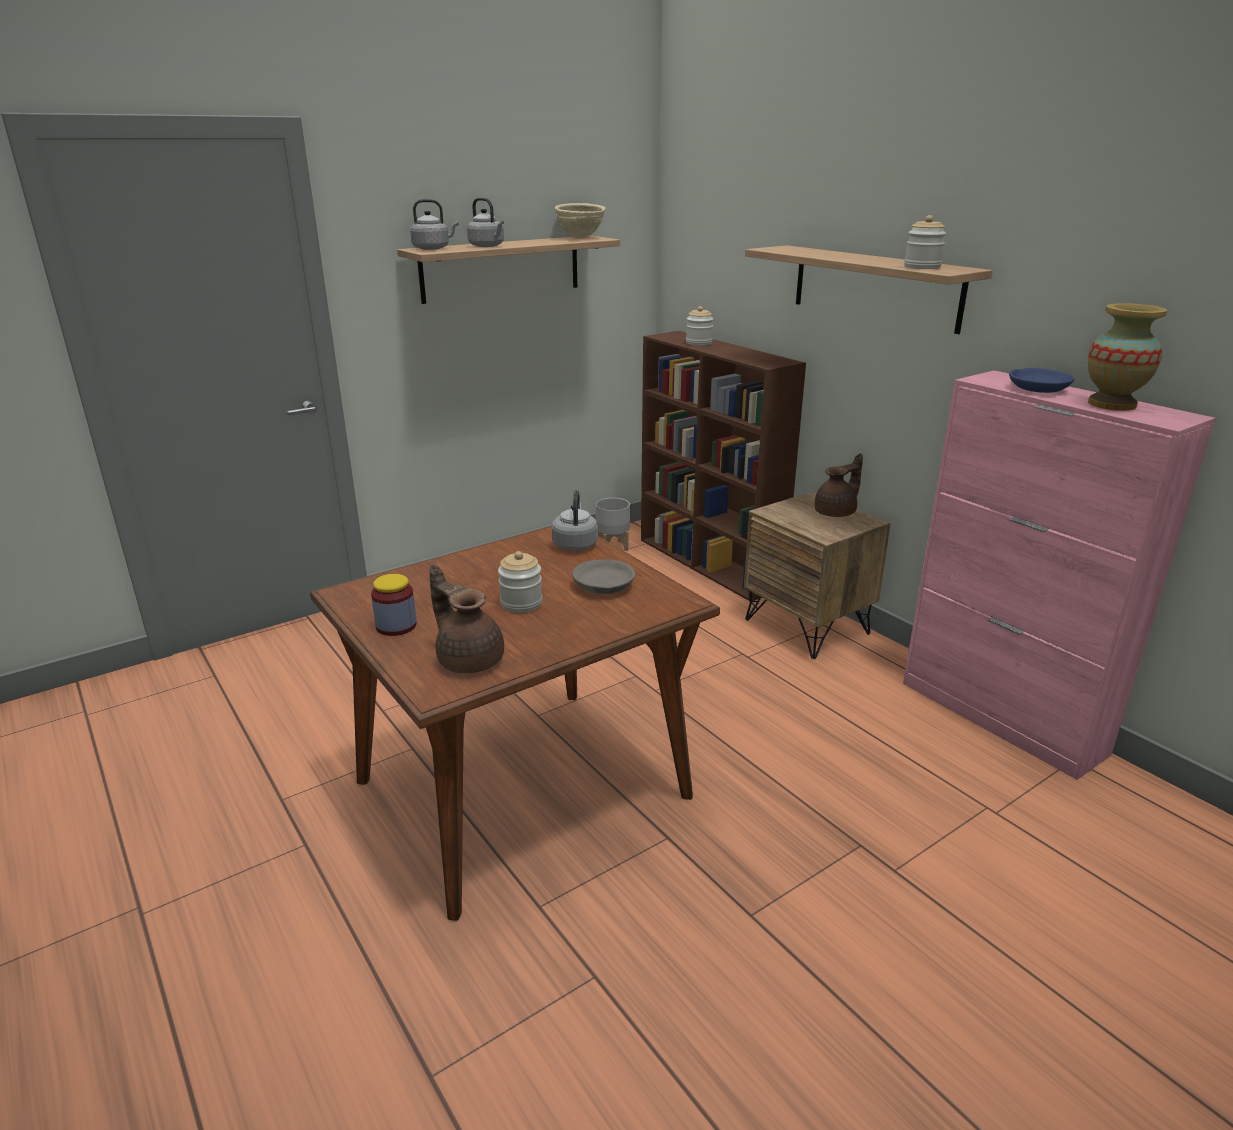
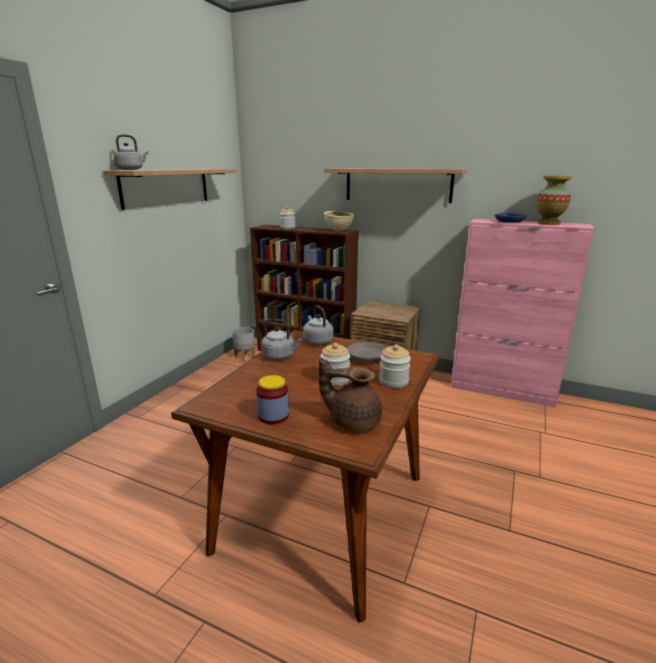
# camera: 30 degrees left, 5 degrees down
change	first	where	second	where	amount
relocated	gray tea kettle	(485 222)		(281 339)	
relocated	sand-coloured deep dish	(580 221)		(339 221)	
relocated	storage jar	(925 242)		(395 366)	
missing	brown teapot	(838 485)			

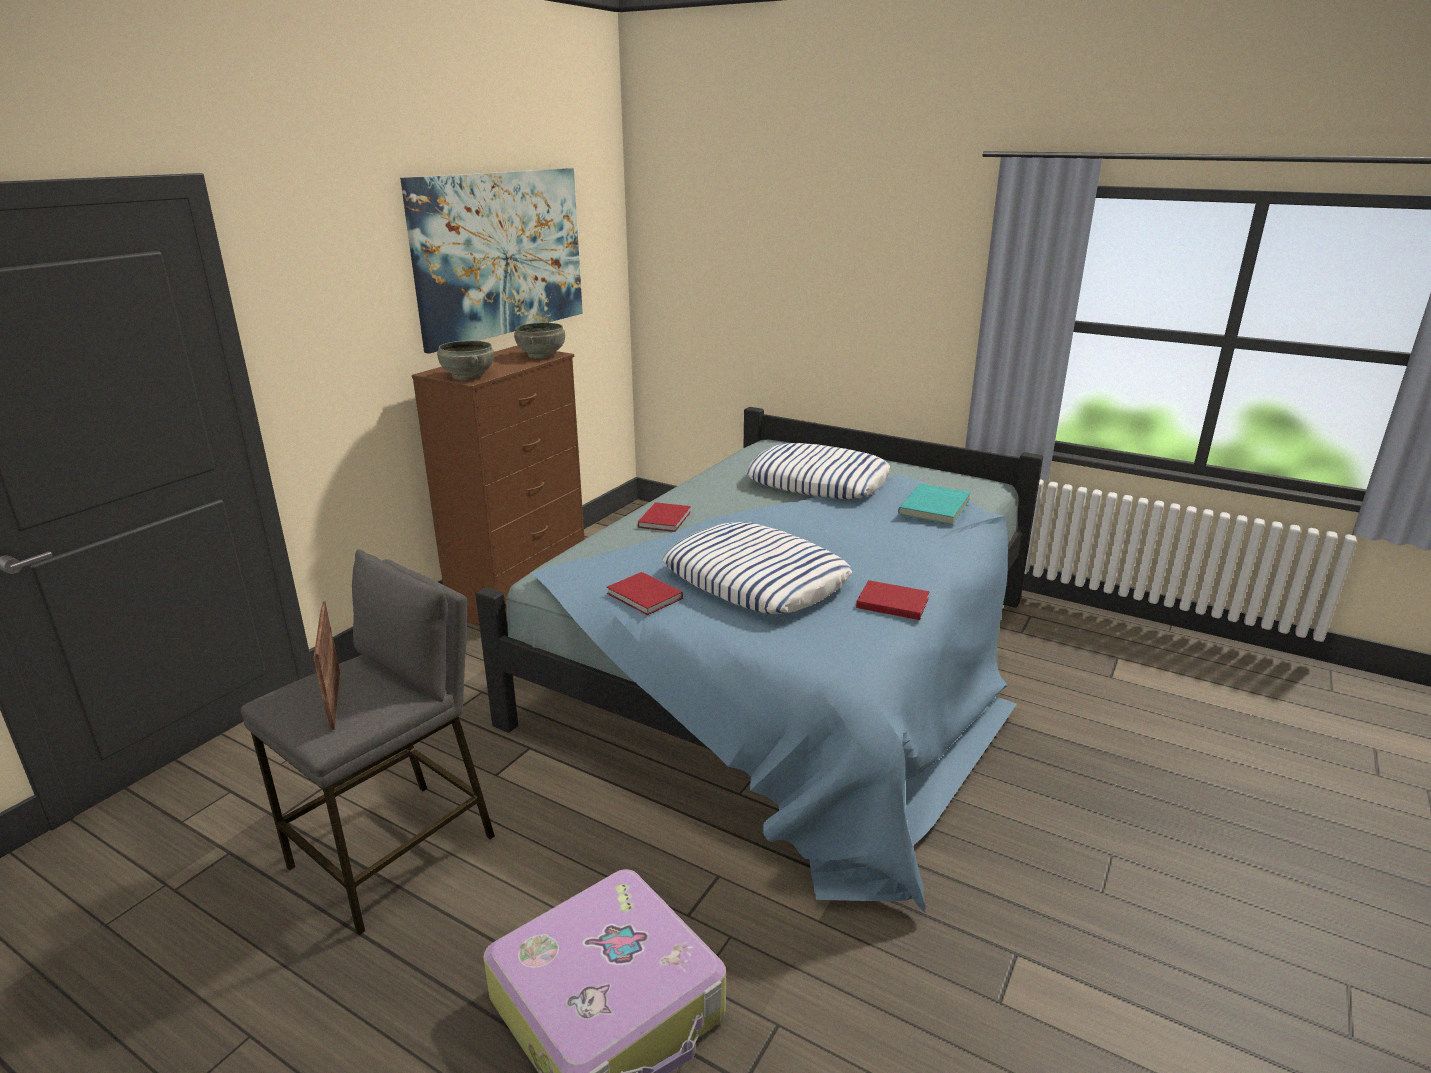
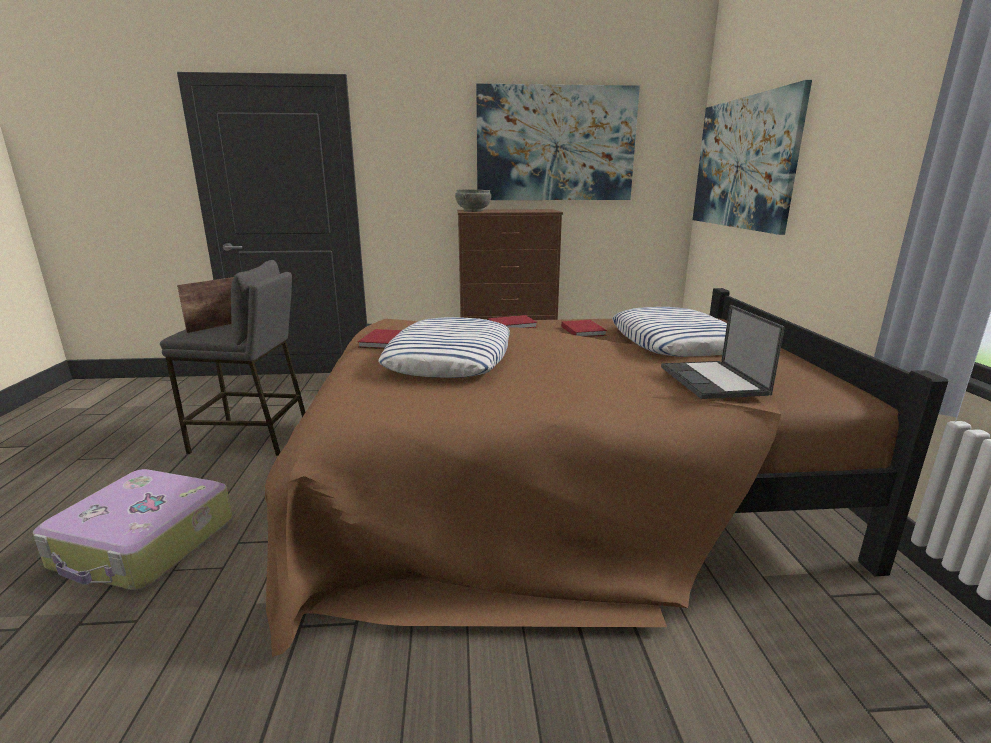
# camera: 55 degrees right, 5 degrees down
change	first	where	second	where	amount
missing	gray deep dish	(539 341)			
colour	blue bed	(759 659)	brown bed	(606 472)	
exchanged	turquoise book	(934 504)	laptop	(723 352)	
relocated	reddish book	(893 600)		(584 328)	
appeared			picture	(752 157)	

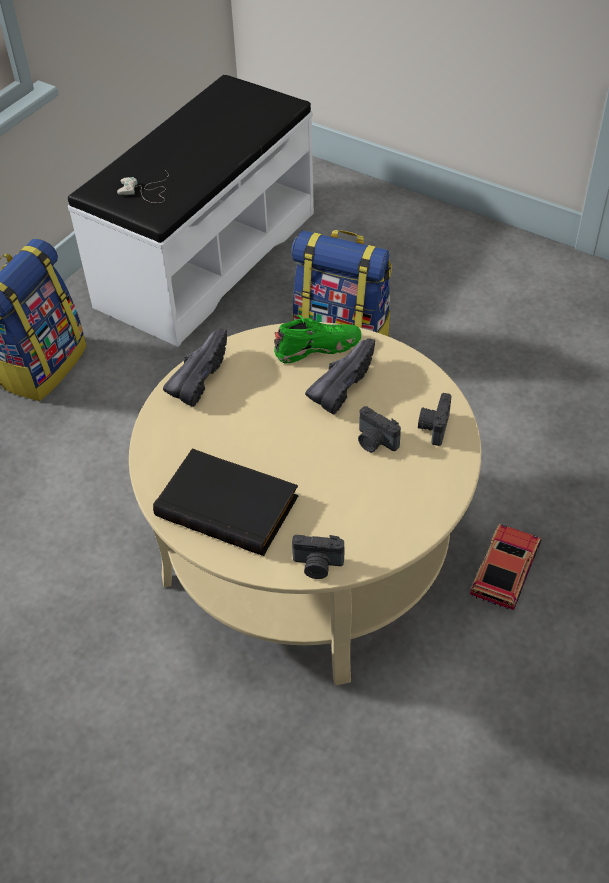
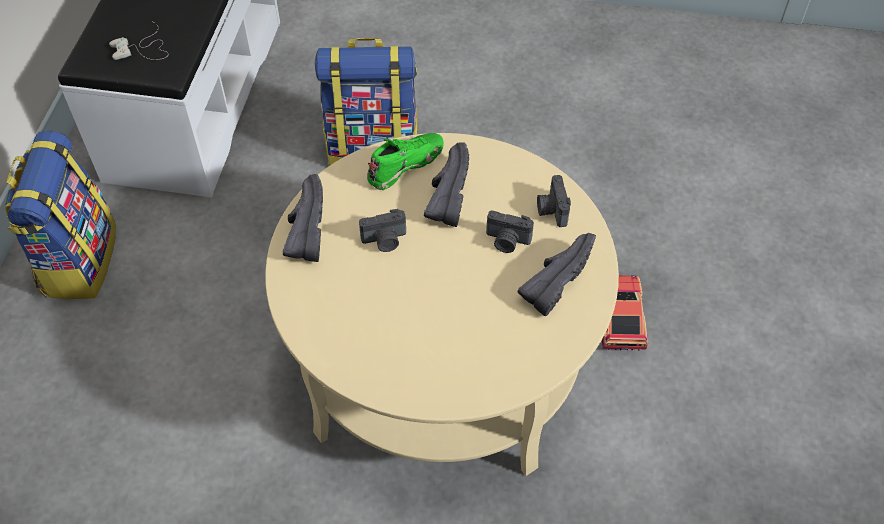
# camera: 25 degrees left, 5 degrees up
change	first	where	second	where	amount
missing	blackish book	(226 502)			
relocated	photo camera	(318 557)		(382 230)	
appeared			blackish shoe	(556 274)	

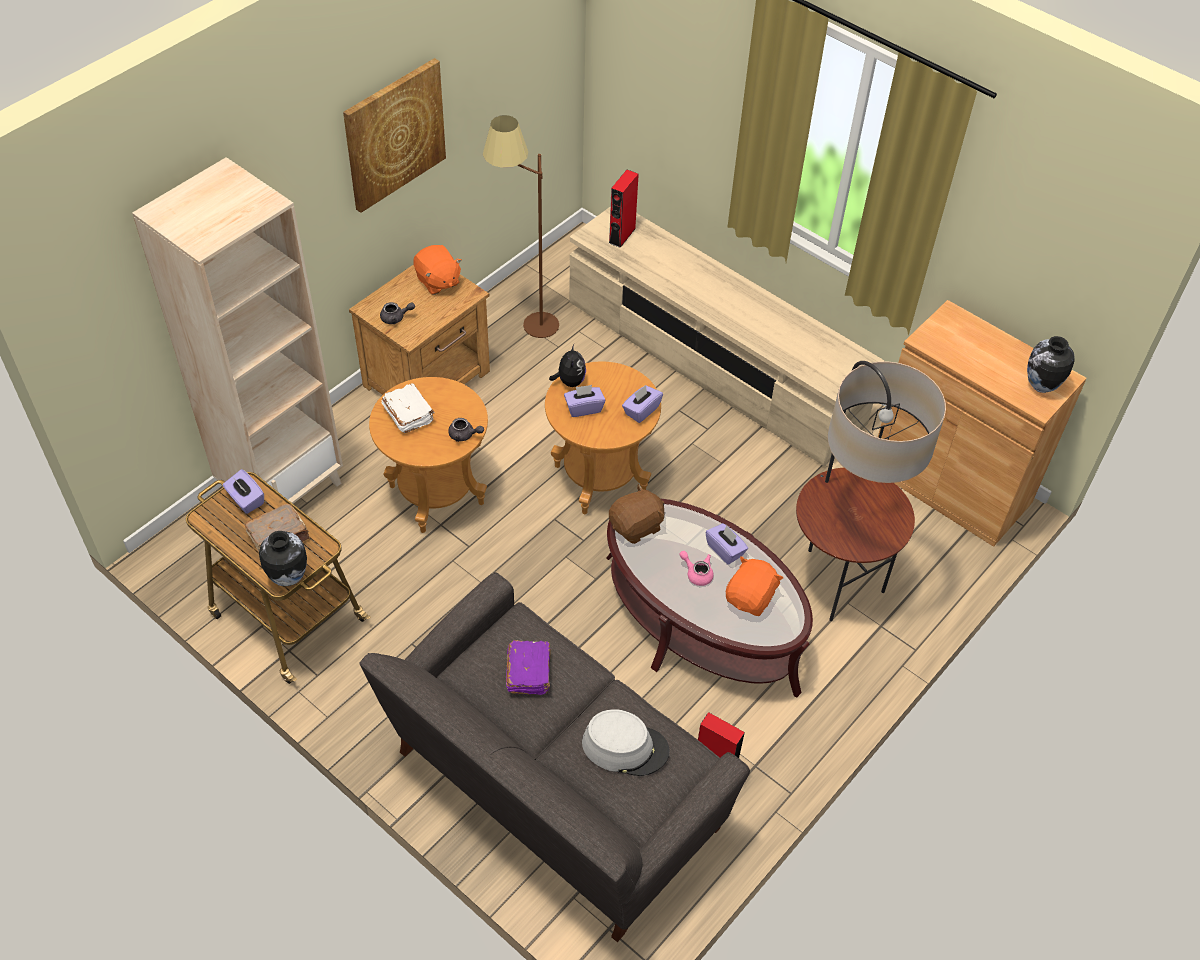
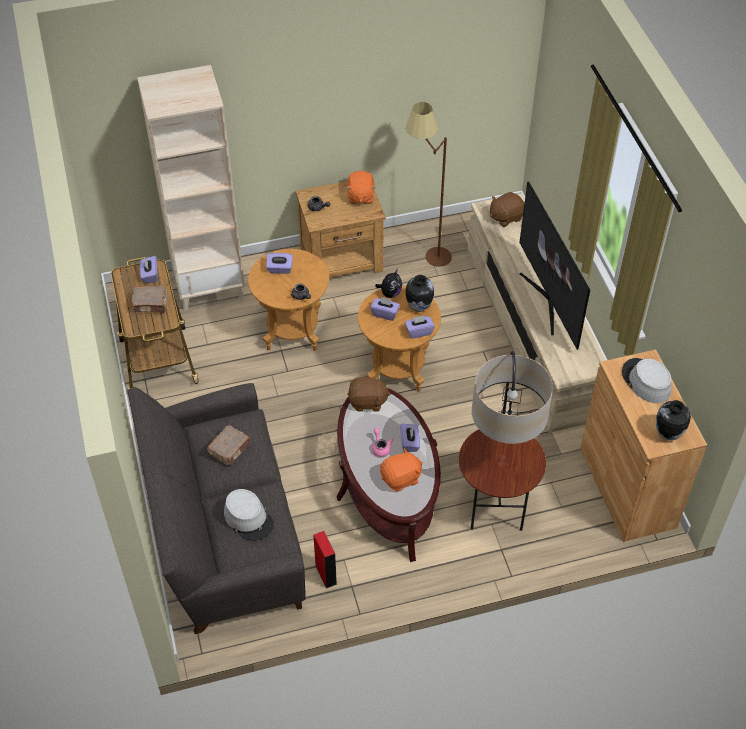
# camera: 35 degrees right, 0 degrees up
change	first	where	second	where	amount
missing	picture	(394 135)			
exchanged	reddish audio speaker	(624 209)	brown soft toy	(507 209)	
exchanged	white-coloured book	(408 408)	purple box of tissues	(279 263)	
relocated	vase	(283 558)		(420 293)	
colour	purple book	(528 667)	brown book	(229 445)	
appeared			TV set	(554 266)	
appeared			gray hat	(647 380)	

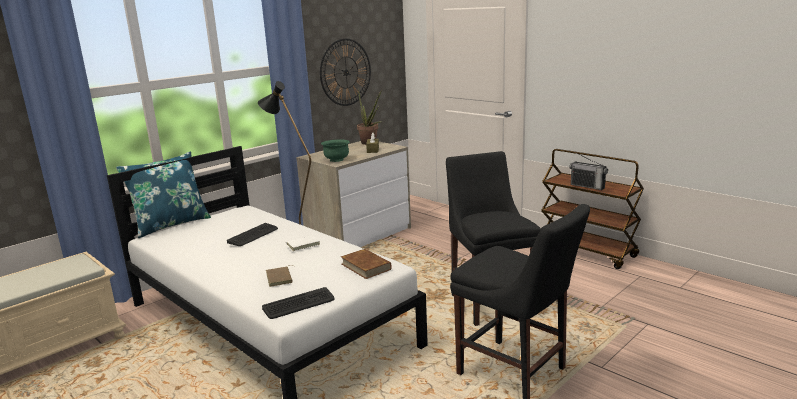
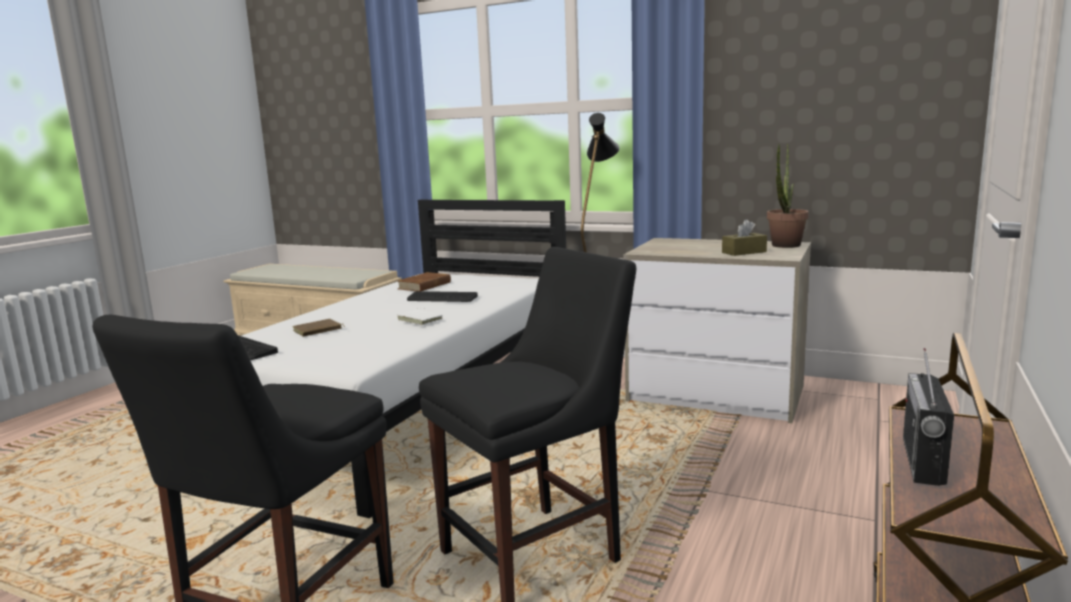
# camera: 70 degrees right, 5 degrees down
change	first	where	second	where	amount
missing	clock on the wall	(345 72)			
missing	green-coloured deep dish	(335 150)			
missing	blue throw pillow	(163 195)			
relocated	brown book	(366 264)		(424 281)	

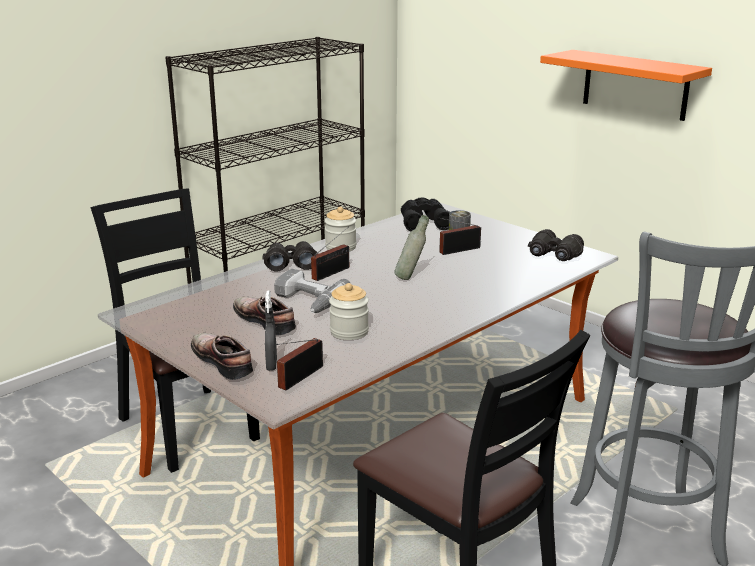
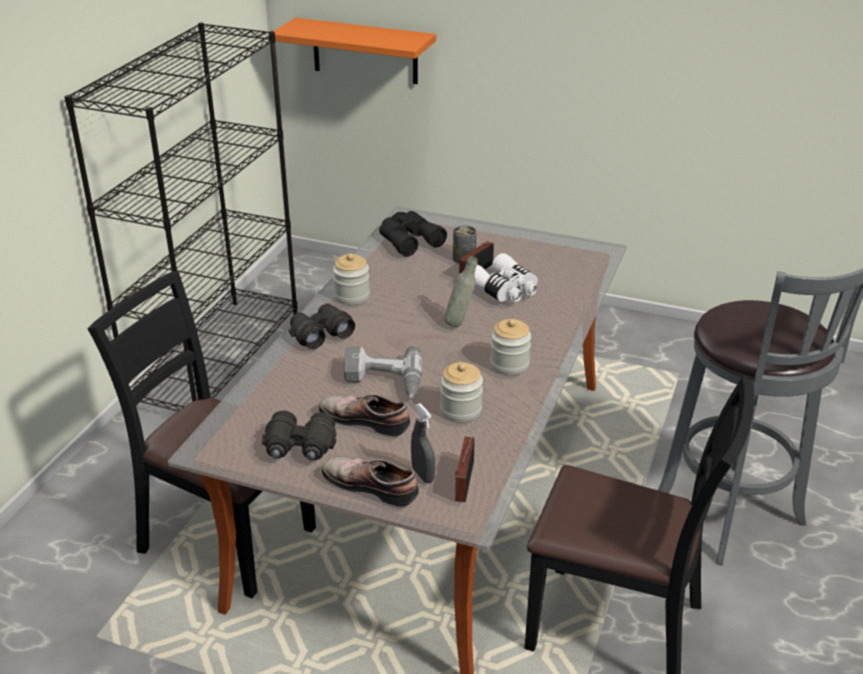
# camera: 25 degrees left, 10 degrees up
change	first	where	second	where	amount
relocated	orange shelf	(626 85)		(355 51)	
missing	radio set	(330 253)			
relocated	blackish binoculars	(556 245)		(299 435)	
appeared			white-coloured binoculars	(506 277)	
appeared			storage jar	(510 347)	

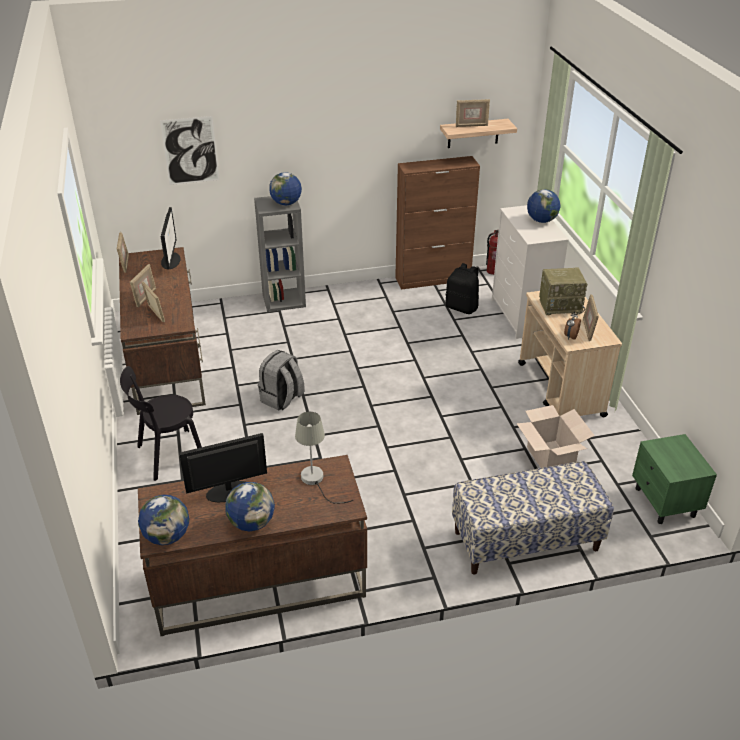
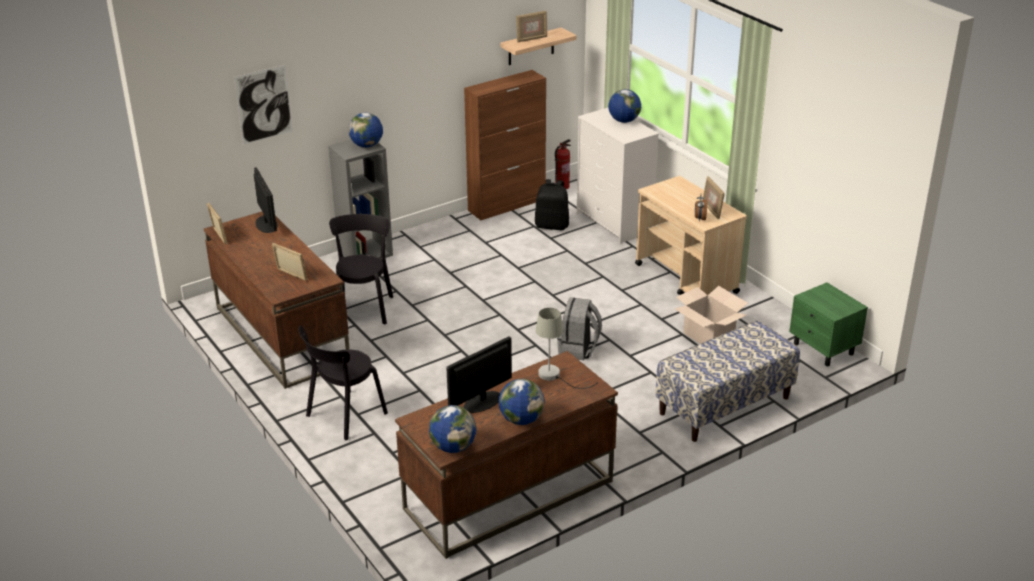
# camera: 20 degrees left, 5 degrees down
change	first	where	second	where	amount
missing	standing frame	(143 285)			
missing	radio set	(563 292)			
relocated	gray rucksack	(281 380)		(579 328)	
appeared			blackish upright chair	(361 269)	

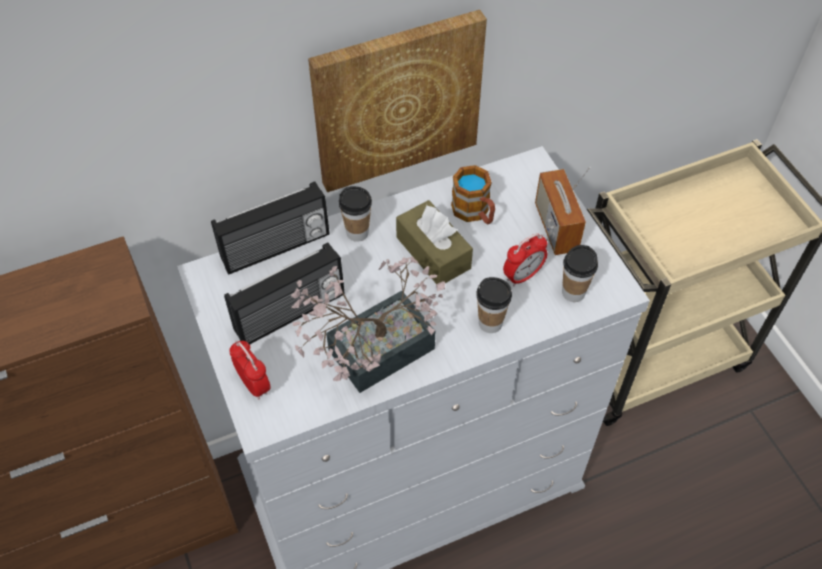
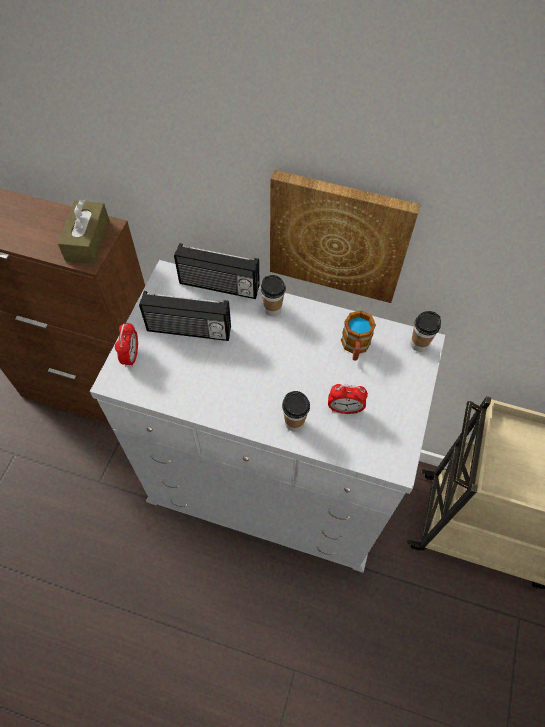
# camera: 40 degrees right, 5 degrees up
change	first	where	second	where	amount
missing	radio set	(563 211)			
relocated	brown box of tissues	(434 242)		(84 232)	
relocated	cup	(580 273)		(426 331)	
missing	plant in a pot	(367 324)			

